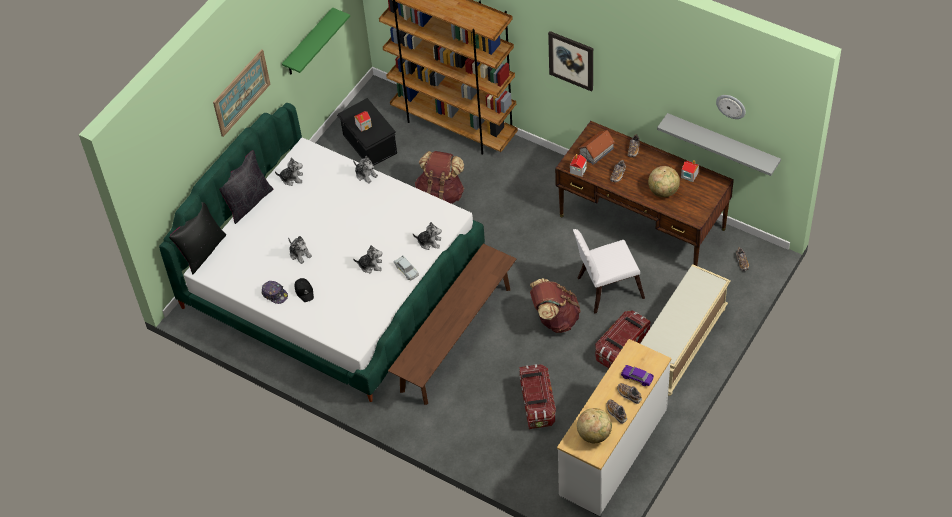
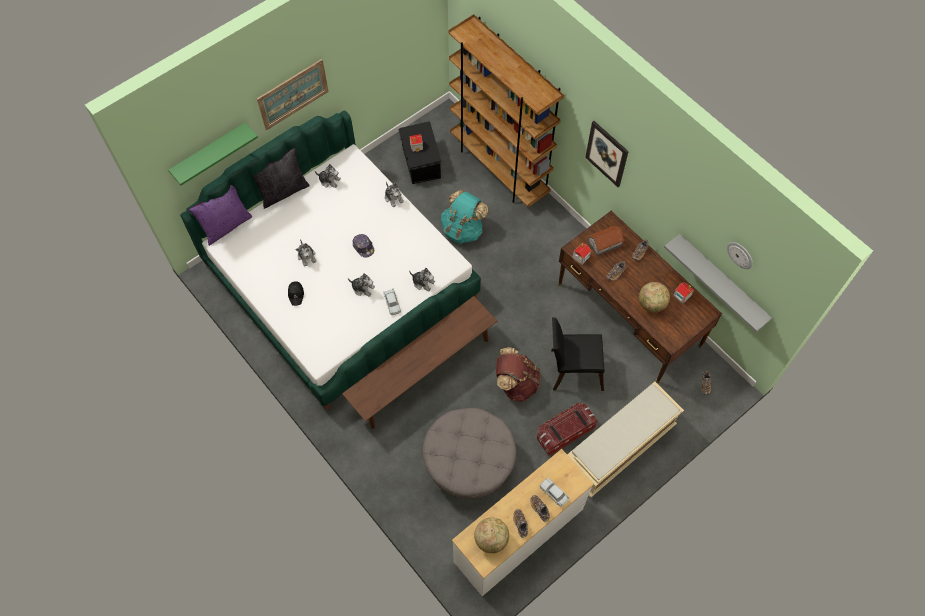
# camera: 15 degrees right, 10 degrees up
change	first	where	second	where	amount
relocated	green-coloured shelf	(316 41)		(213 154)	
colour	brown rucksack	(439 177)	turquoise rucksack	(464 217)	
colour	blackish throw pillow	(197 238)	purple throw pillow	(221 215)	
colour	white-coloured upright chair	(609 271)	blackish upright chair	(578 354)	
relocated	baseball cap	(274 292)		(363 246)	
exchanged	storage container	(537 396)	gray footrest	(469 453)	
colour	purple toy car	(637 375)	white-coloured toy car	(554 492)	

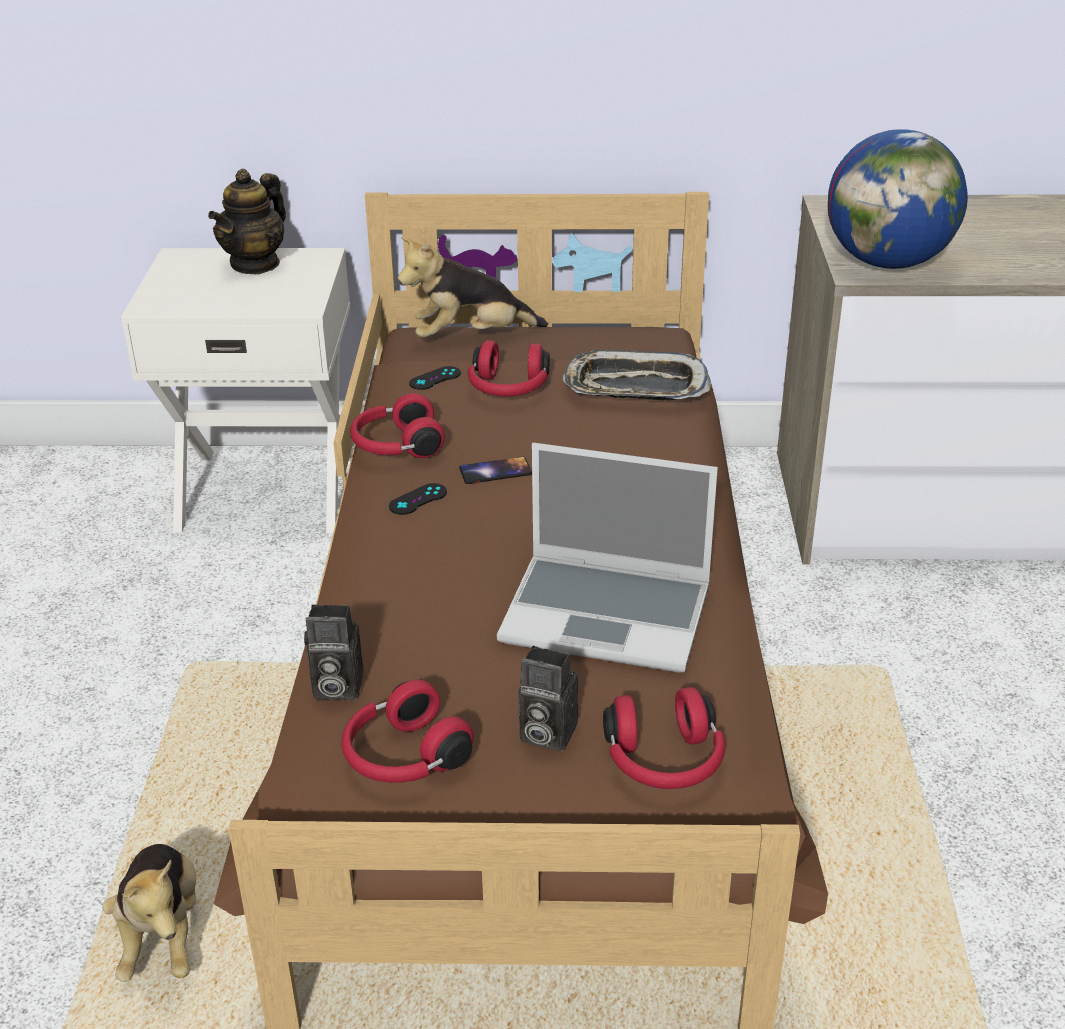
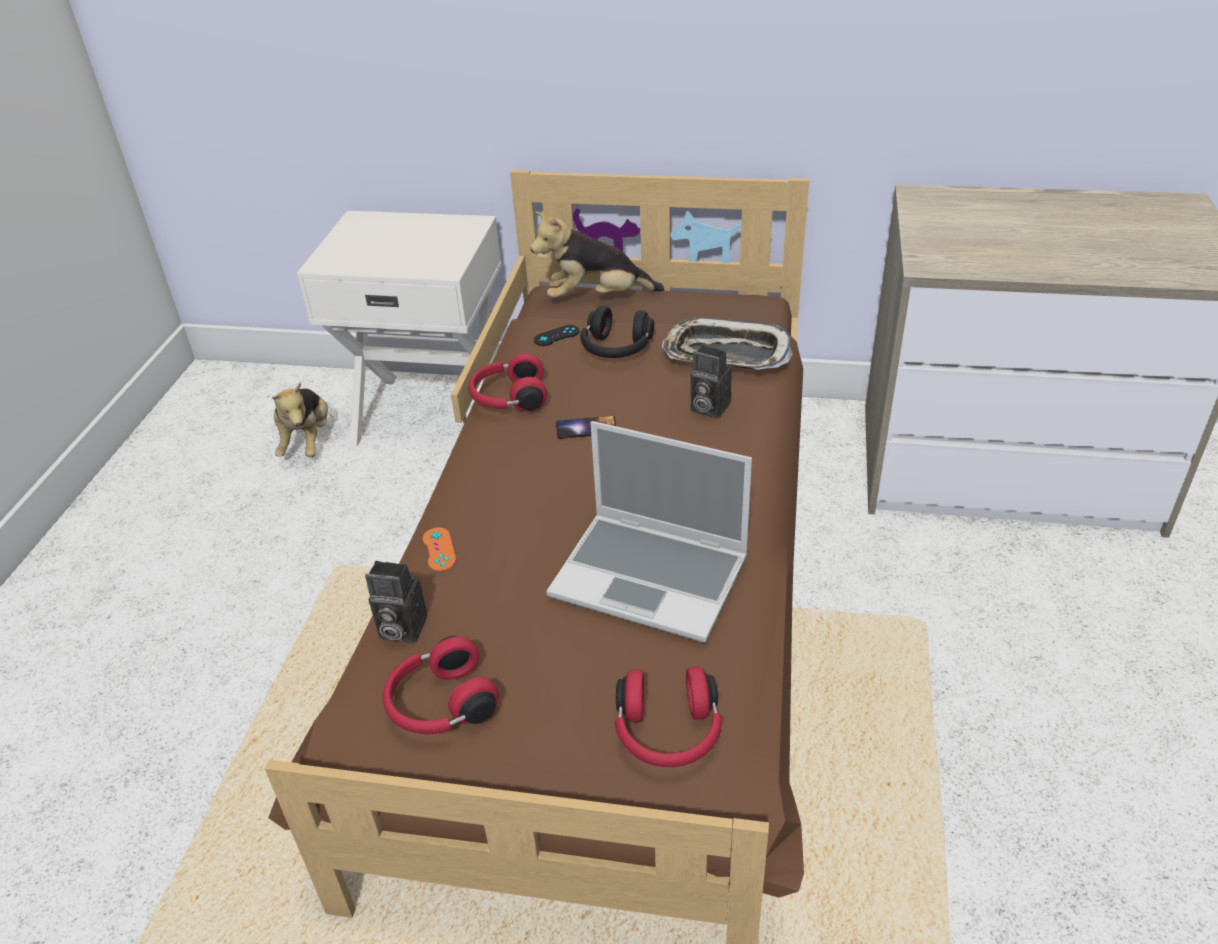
# camera: 10 degrees right, 5 degrees up
change	first	where	second	where	amount
missing	world globe	(898 199)			
missing	teapot	(247 221)			
colour	reddish pair of headphones	(509 368)	blackish pair of headphones	(617 332)	
missing	blackish gamepad	(418 499)			
relocated	photo camera	(548 699)		(711 381)	
relocated	soft toy	(149 913)		(300 419)	
appeared			orange gamepad	(439 549)	

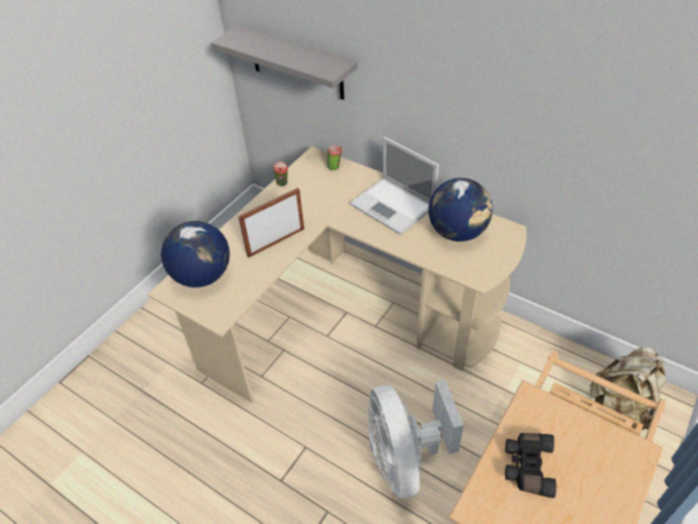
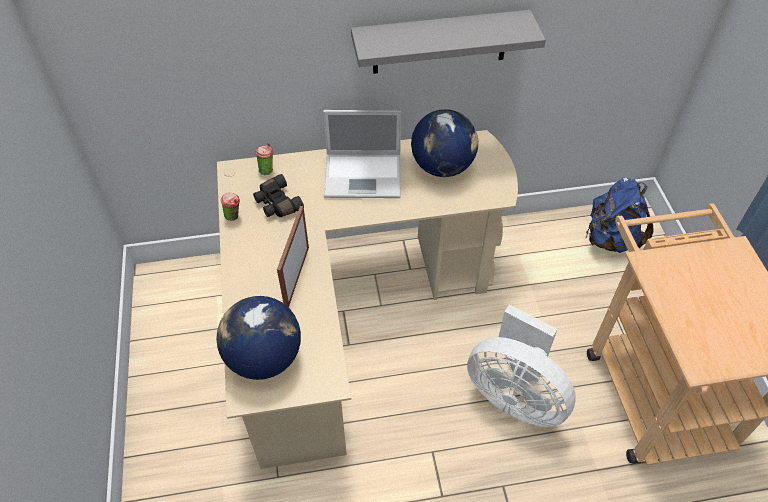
# camera: 45 degrees left, 5 degrees up
change	first	where	second	where	amount
relocated	gray shelf	(284 63)		(448 42)	
colour	sand-coloured rucksack	(628 388)	blue rucksack	(619 215)	
relocated	blackish binoculars	(530 465)		(278 195)	

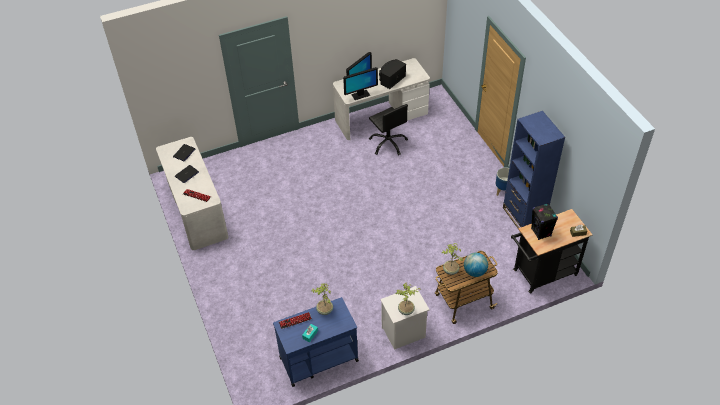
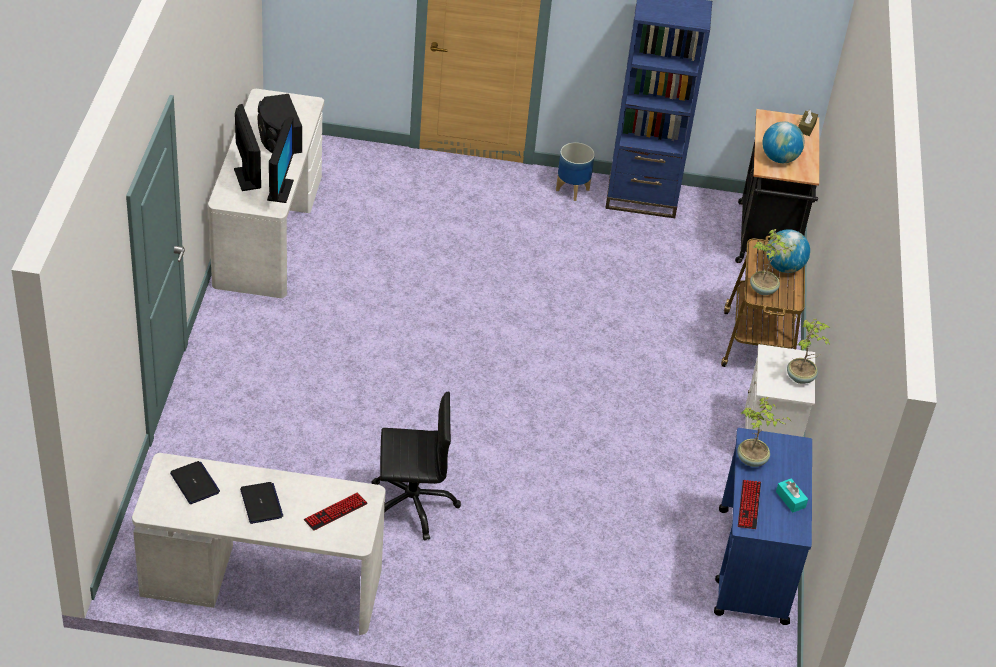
# camera: 65 degrees left, 5 degrees down
change	first	where	second	where	amount
relocated	blackish computer chair	(388 130)		(416 466)	
exchanged	blackish audio speaker	(544 221)	world globe	(783 142)	

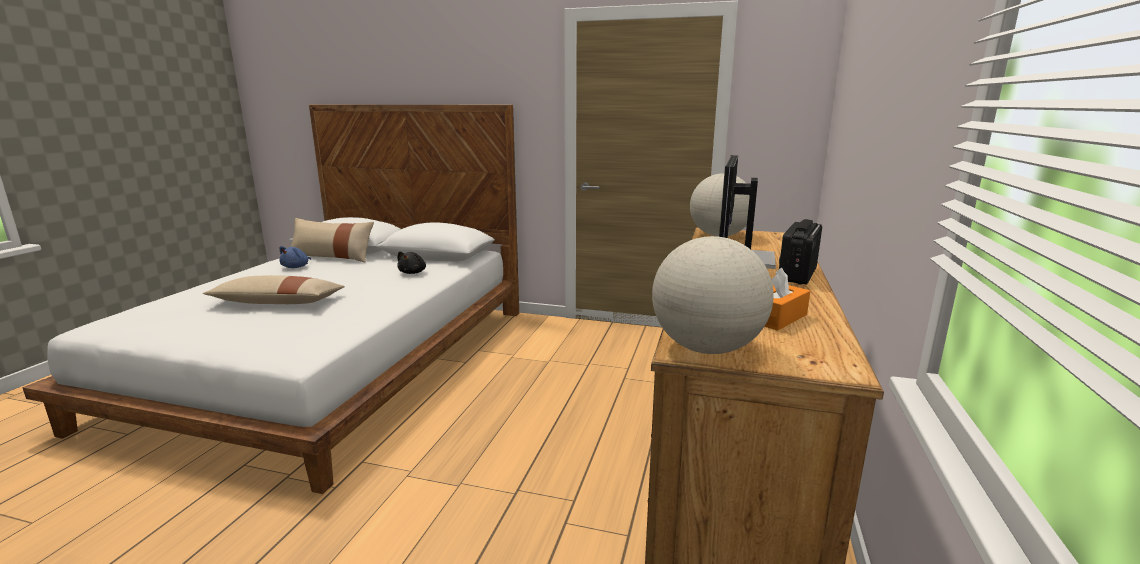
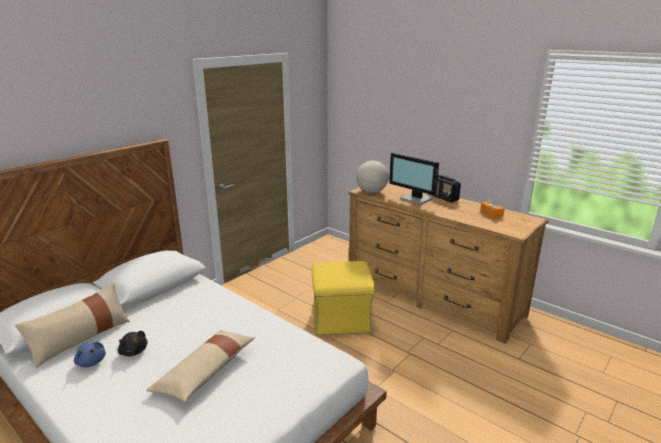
# camera: 65 degrees left, 5 degrees up
change	first	where	second	where	amount
missing	world globe	(713 295)			
relocated	blackish soft toy	(411 262)		(133 343)	
appeared			yellow footrest	(344 298)	

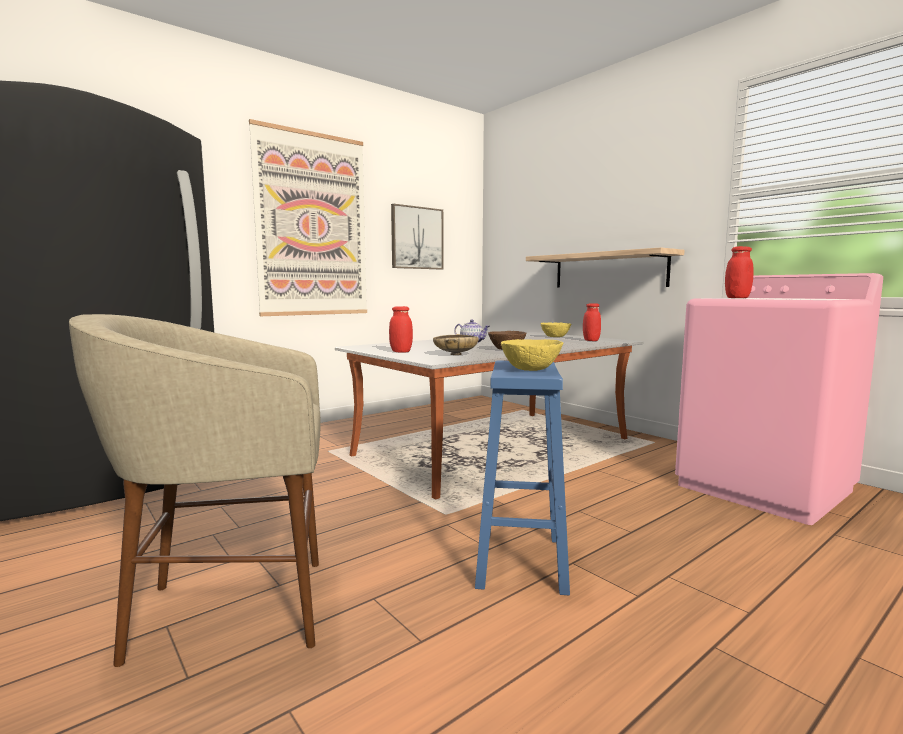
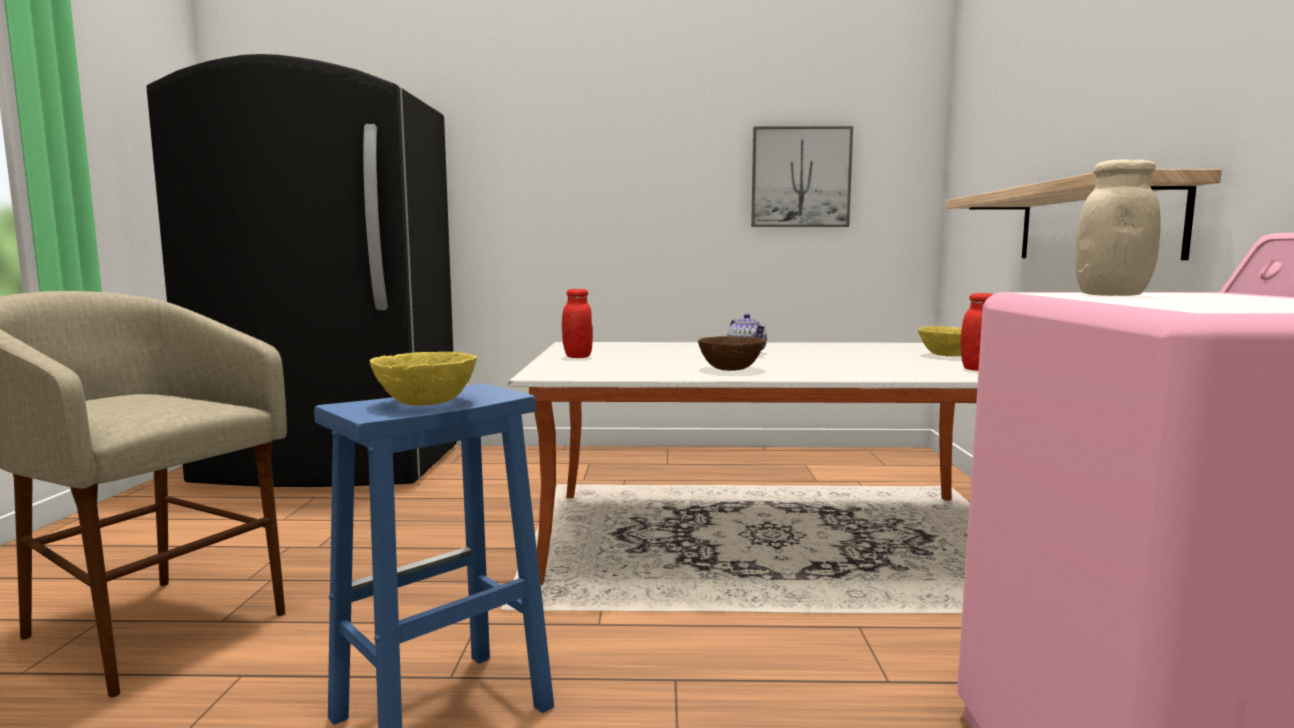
# camera: 40 degrees right, 0 degrees up
change	first	where	second	where	amount
missing	picture	(308 217)			
colour	reddish storage jar	(739 272)	sand-coloured storage jar	(1118 227)	
missing	sand-coloured deep dish	(456 344)			

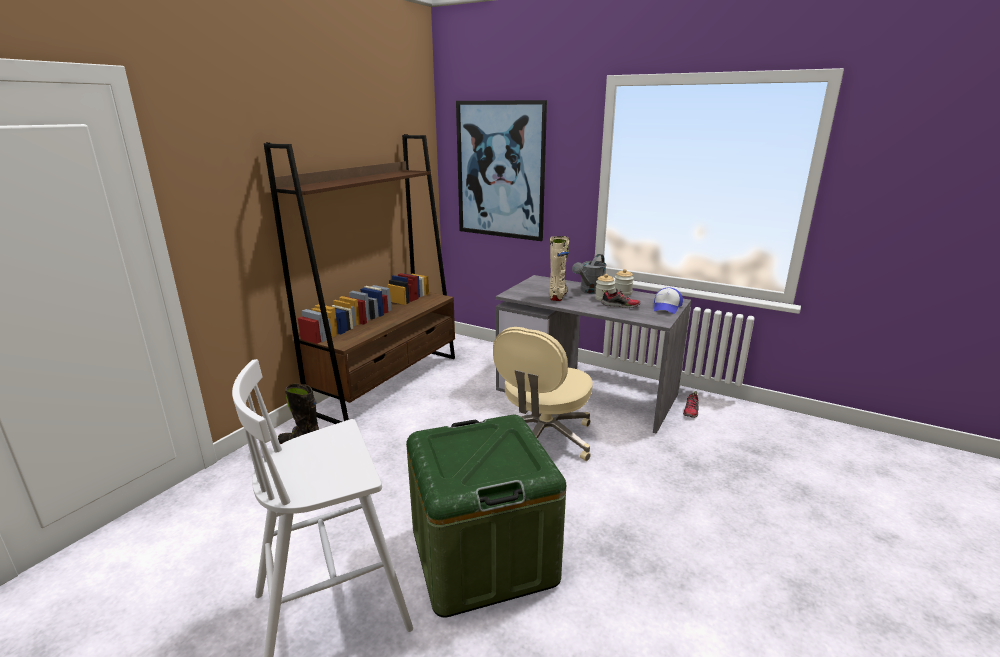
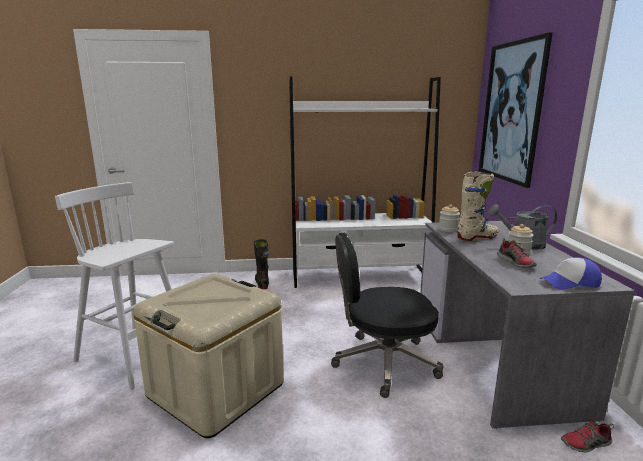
# camera: 55 degrees right, 5 degrees down
change	first	where	second	where	amount
colour	brown bookshelf	(359 279)	white-coloured bookshelf	(365 182)	
relocated	storage jar	(624 282)		(449 218)	
colour	sand-coloured computer chair	(543 394)	blackish computer chair	(387 315)	
colour	green-coloured storage container	(486 516)	sand-coloured storage container	(208 355)	

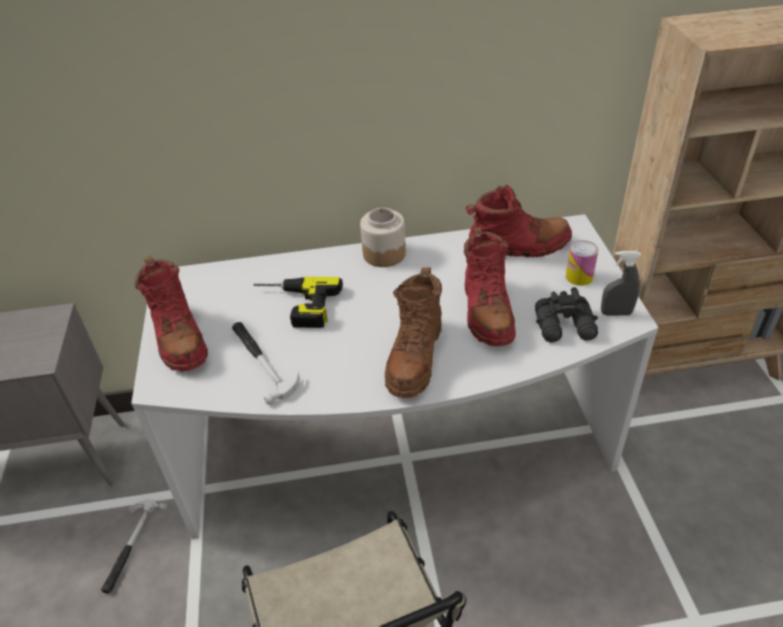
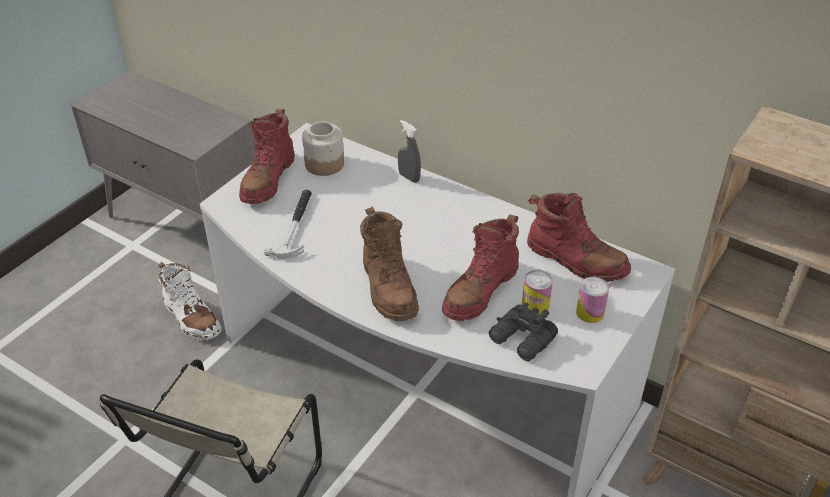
# camera: 40 degrees right, 0 degrees up
change	first	where	second	where	amount
relocated	storage jar	(383 237)		(323 149)	
relocated	gray hand sprayer	(621 283)		(409 151)	
spun	brown boot	(413 332)		(389 264)	75 degrees counterclockwise
missing	drill	(298 302)			
exchanged	hand hammer	(134 547)	white-coloured boot	(189 301)	
appeared			metal can	(537 292)	

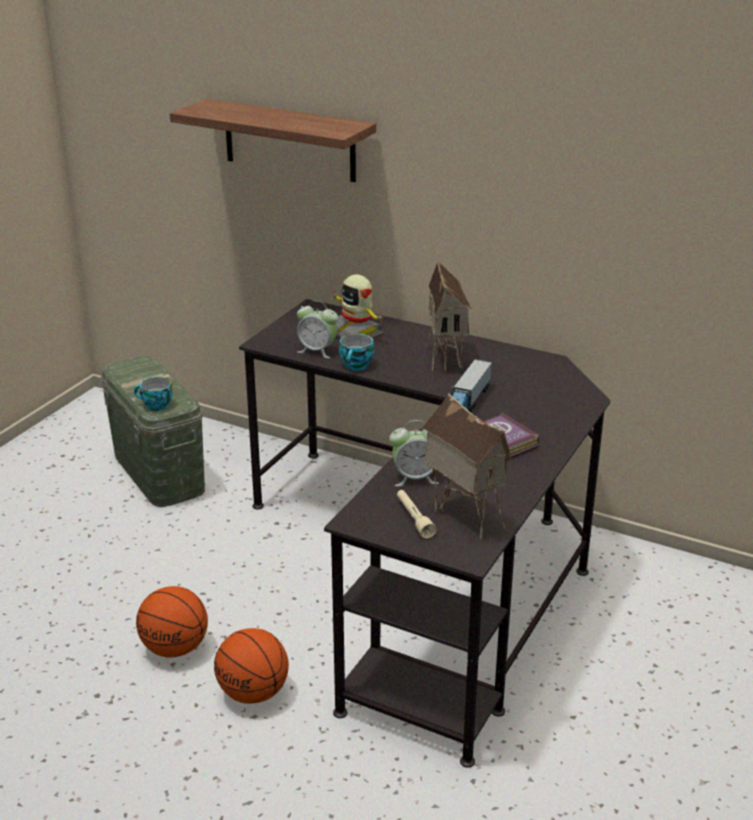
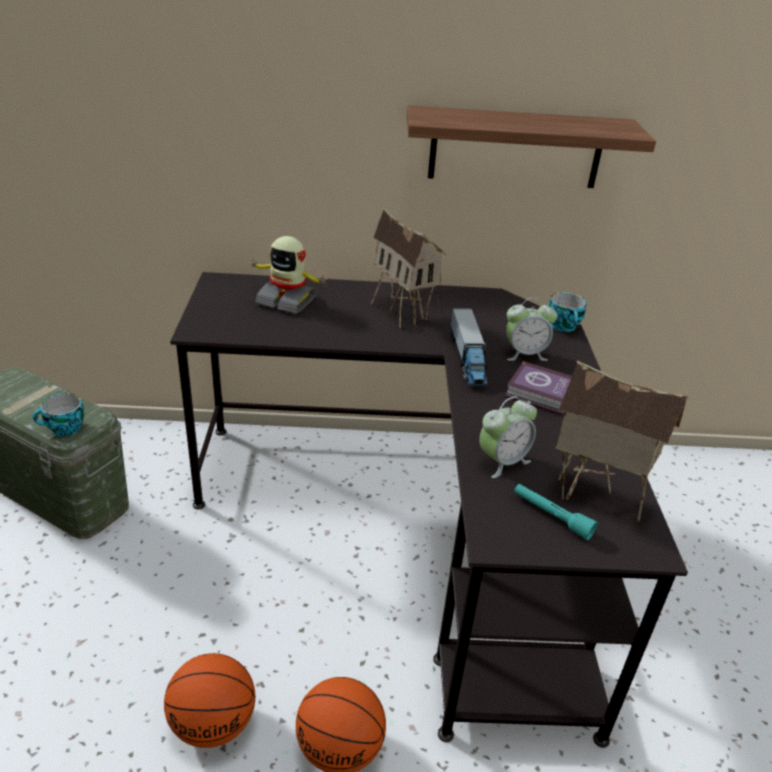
# camera: 30 degrees left, 5 degrees up
change	first	where	second	where	amount
relocated	shelf	(273 140)		(531 146)	
relocated	alarm clock	(317 329)		(531 329)	
relocated	cup	(356 352)		(567 312)	
colour	sand-coloured hand torch	(417 514)	turquoise hand torch	(556 512)	

